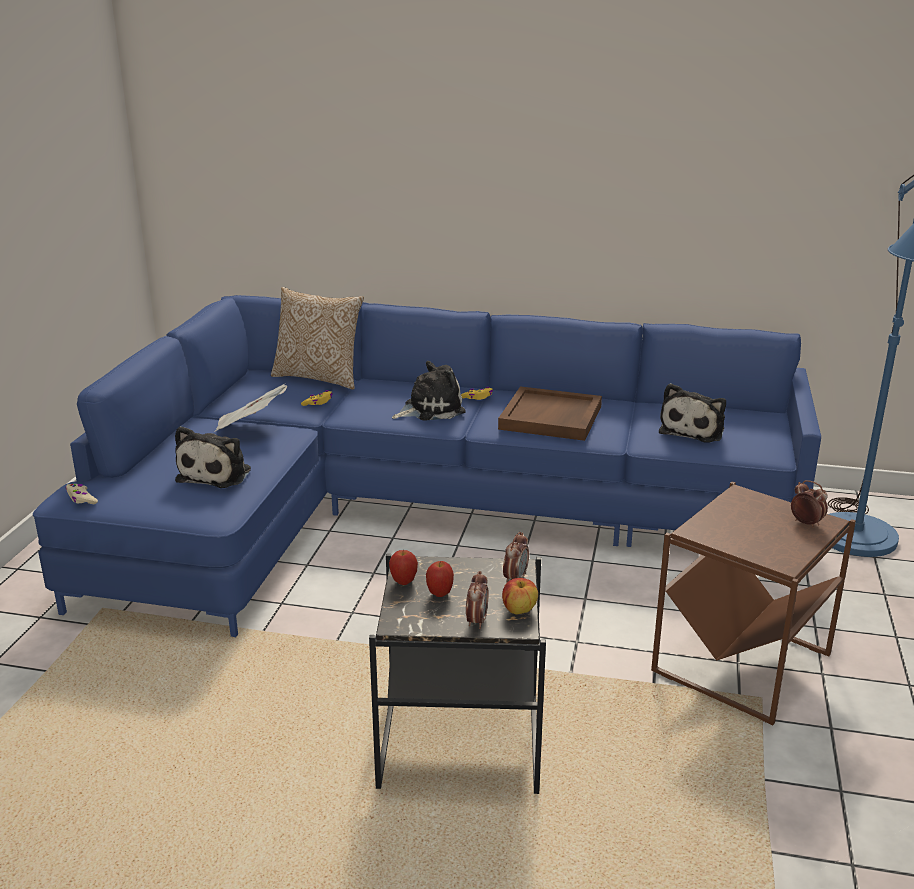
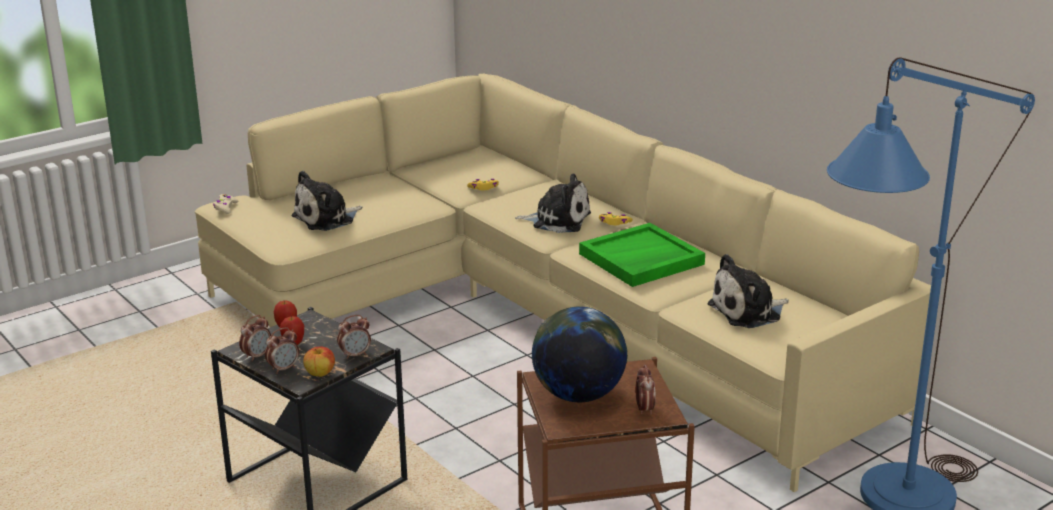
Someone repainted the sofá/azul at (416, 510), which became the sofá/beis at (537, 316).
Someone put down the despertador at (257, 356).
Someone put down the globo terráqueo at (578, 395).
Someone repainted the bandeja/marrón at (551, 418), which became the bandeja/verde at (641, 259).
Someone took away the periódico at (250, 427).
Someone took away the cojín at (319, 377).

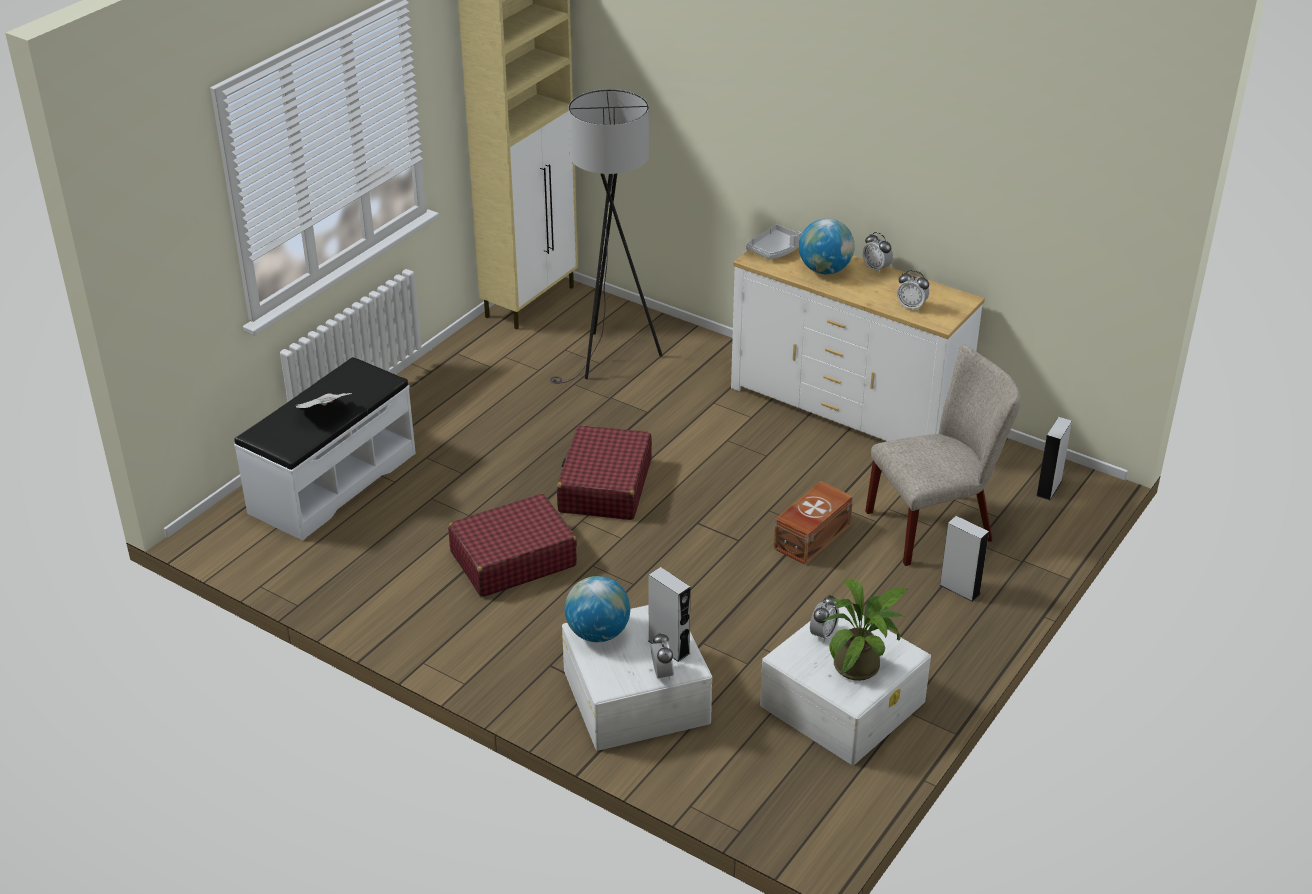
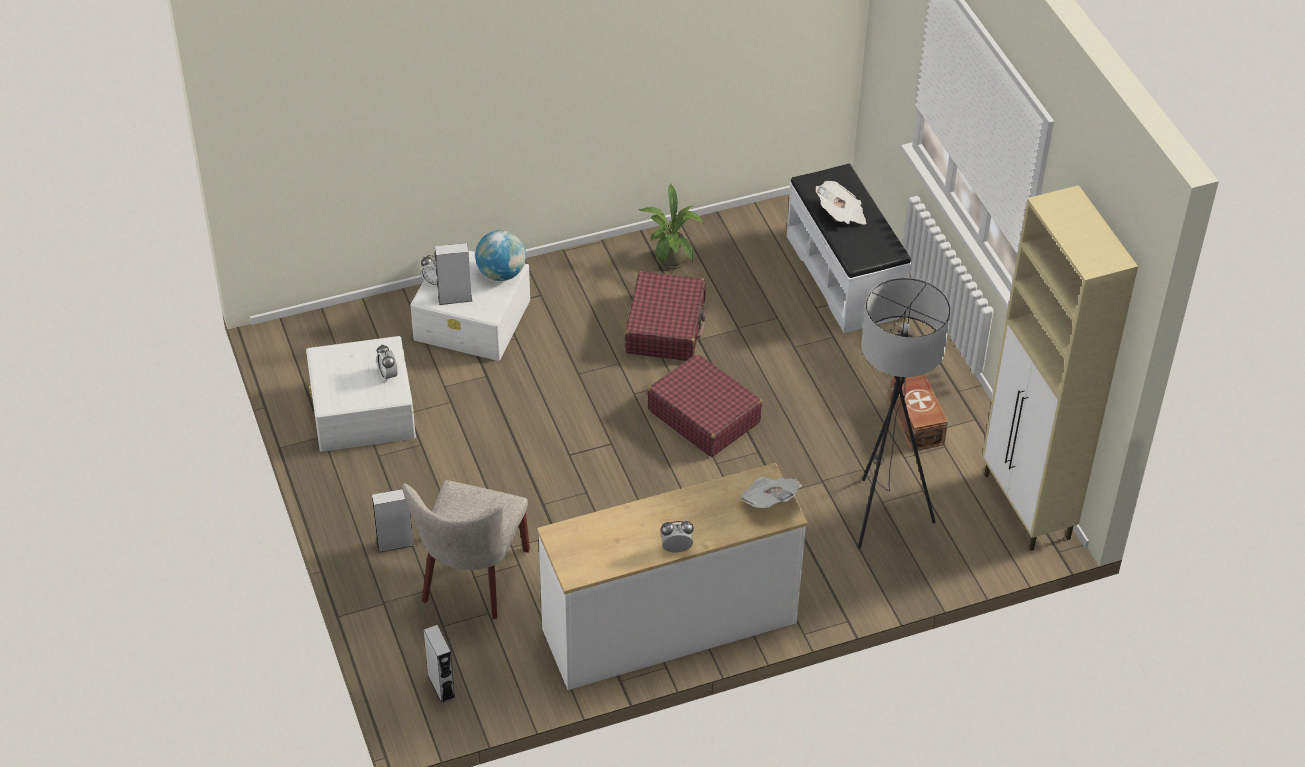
Someone carried the planta en maceta from (862, 665) to (671, 262).
Someone swapped the bandeja/gris at (776, 250) for the periódico at (769, 501).
Someone carried the caja de almacenaje/marrón from (810, 537) to (916, 422).
Someone took away the globo terráqueo at (825, 270).
Someone took away the despertador at (911, 307).

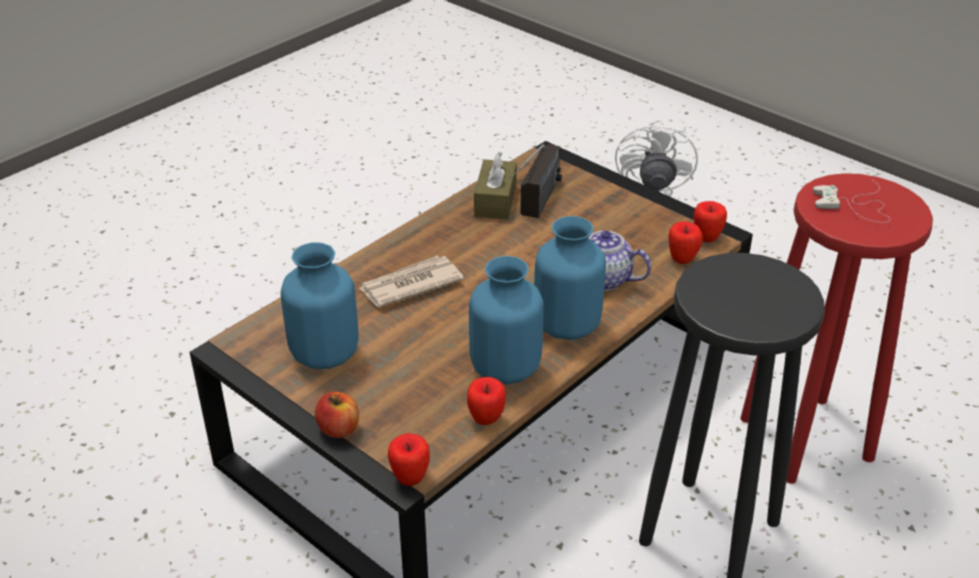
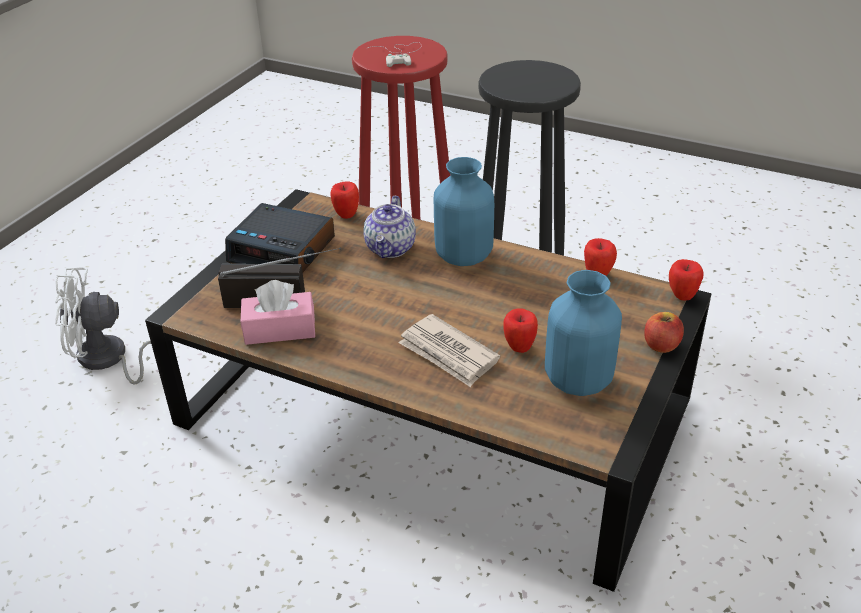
Someone put down the despertador at (283, 250).
Someone repainted the caja de pañuelos/marrón at (495, 200), which became the caja de pañuelos/rosa at (280, 329).
Someone carried the manzana from (707, 238) to (519, 347).
Someone took away the florero/azul at (504, 368).

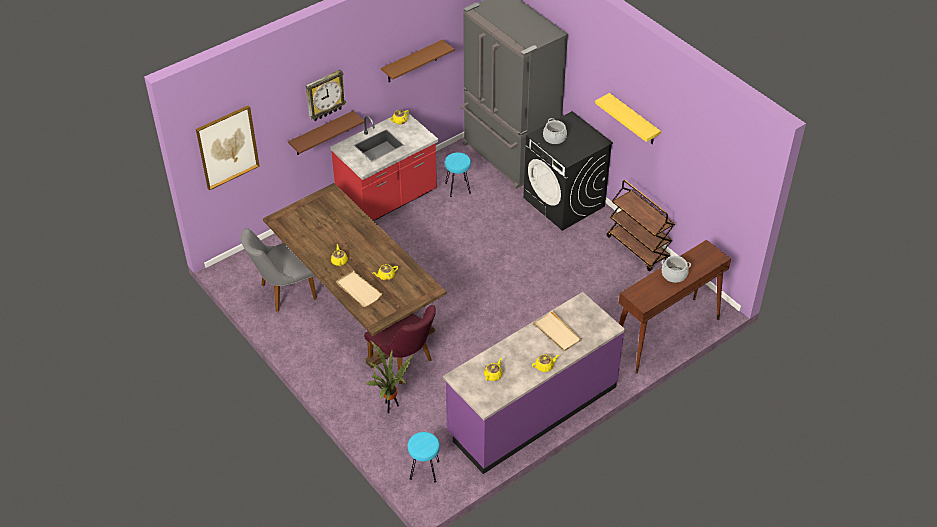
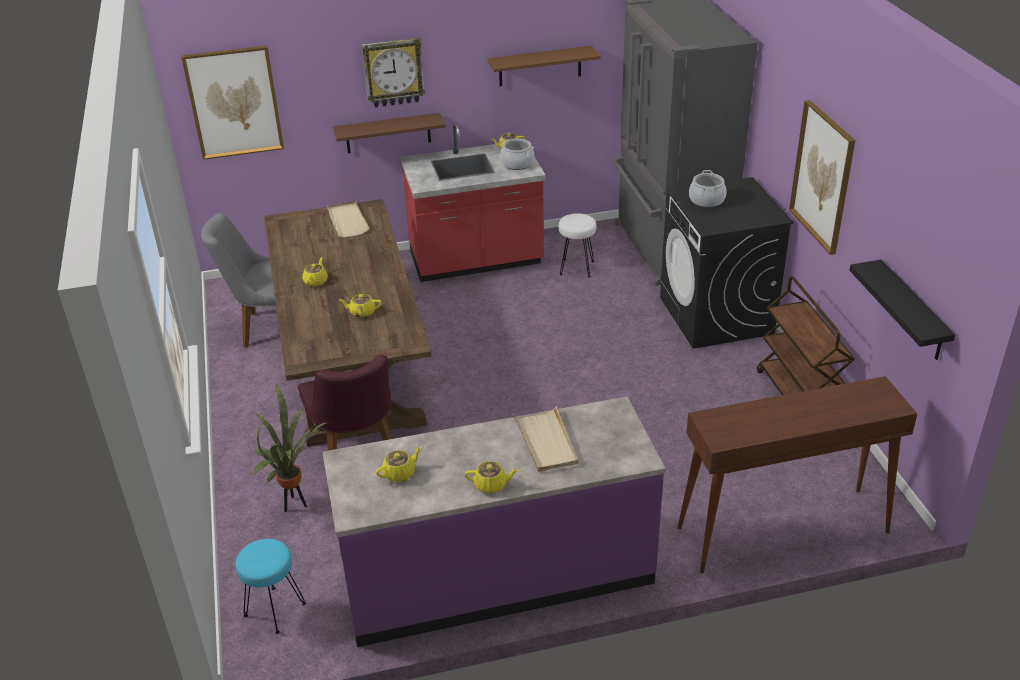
Someone carried the bandeja/beis from (358, 290) to (347, 221).
Someone carried the olla from (674, 275) to (517, 164).
Someone repainted the taburete/turquesa at (458, 187), which became the taburete/blanco at (577, 267).
Someone swapped the estante/amarillo at (633, 120) for the cuadro at (822, 177).
Someone put up the estante/negro at (912, 312).

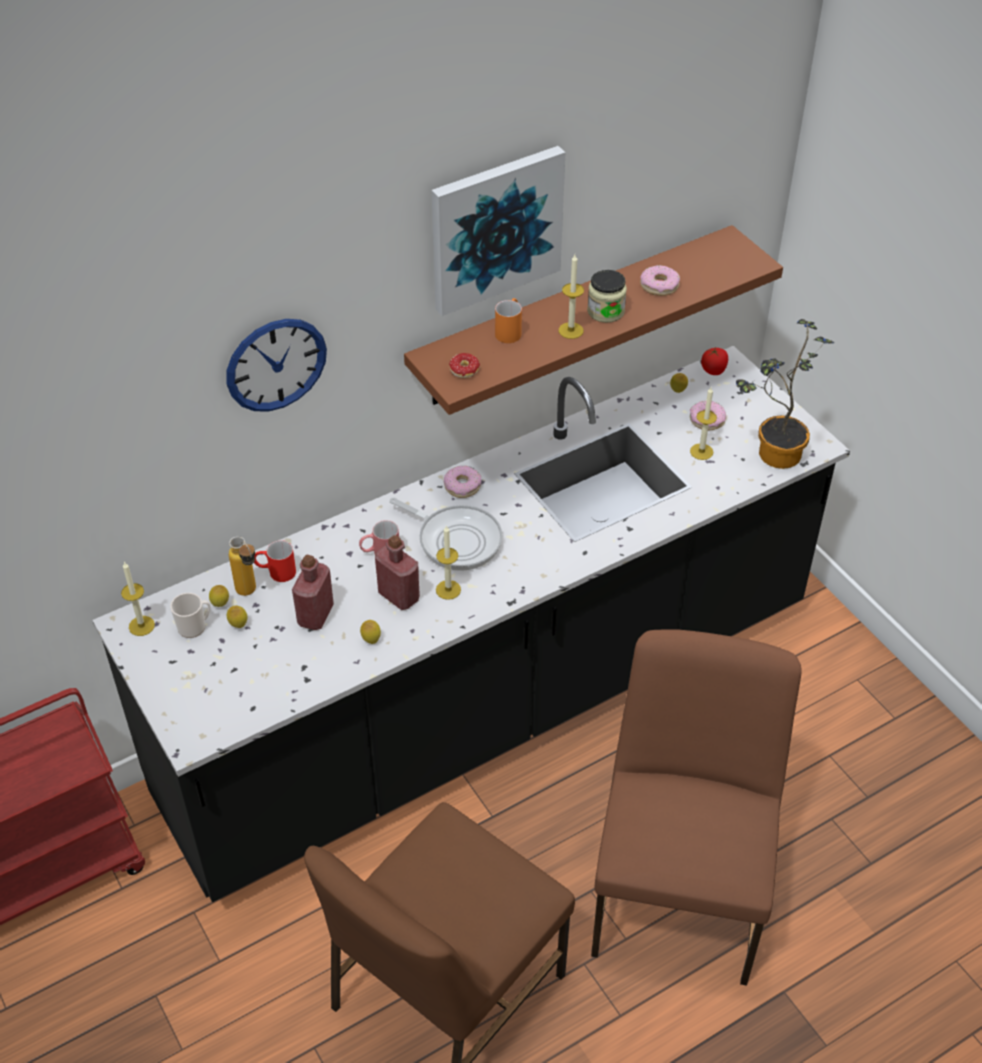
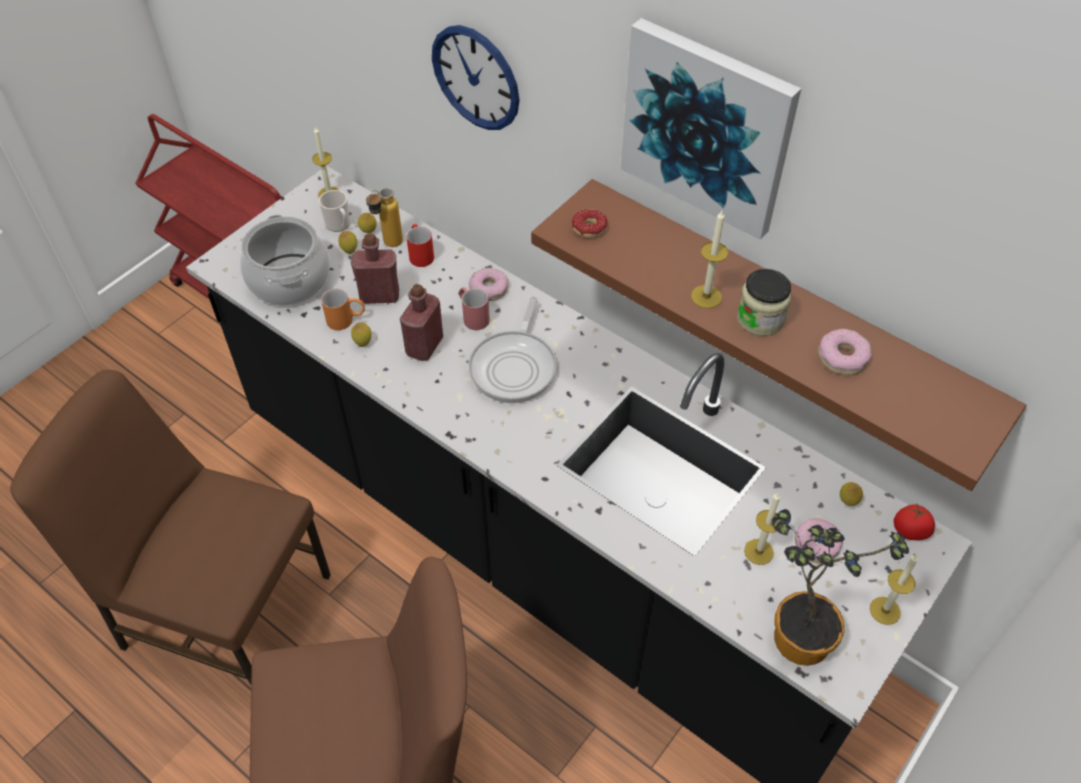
Someone put down the olla at (289, 280).
Someone carried the taza grande/naranja from (509, 330) to (346, 320).
Someone carried the rosquilla from (462, 486) to (489, 289).
Someone carried the vela from (448, 589) to (885, 610).

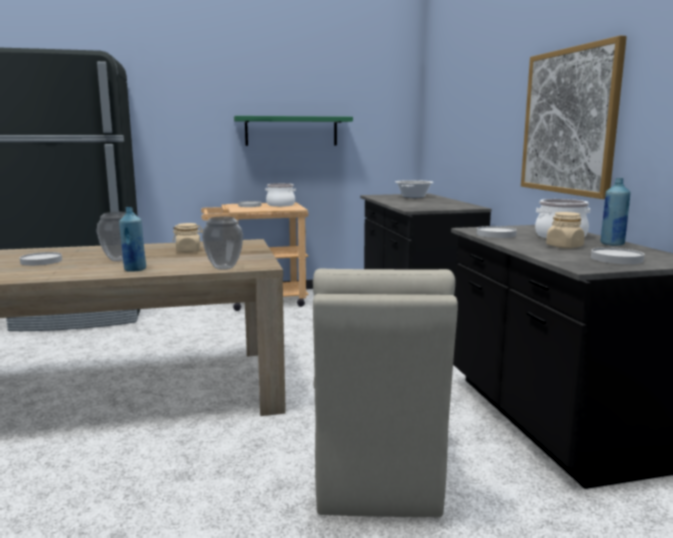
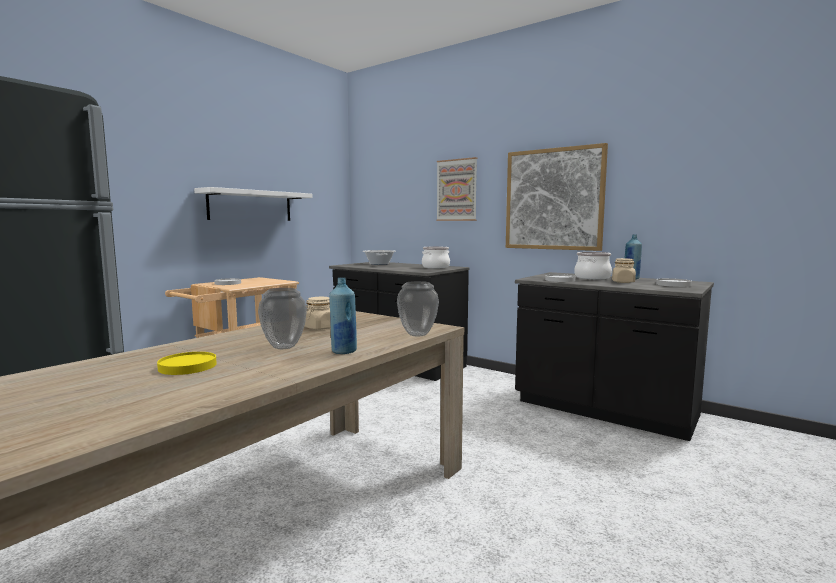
Someone repainted the plato/blanco at (41, 261), which became the plato/amarillo at (188, 366).
Someone repainted the estante/verde at (291, 131), which became the estante/blanco at (250, 206).
Someone carried the olla from (280, 205) to (435, 267).
Someone put up the cuadro at (457, 190).
Someone took away the silla/beis at (376, 474).

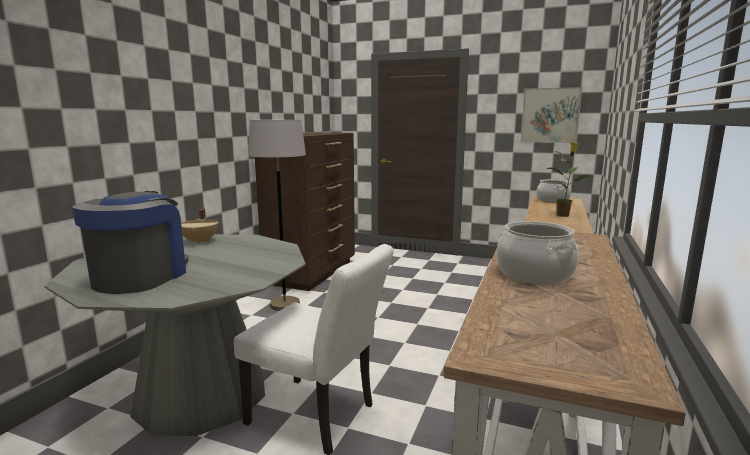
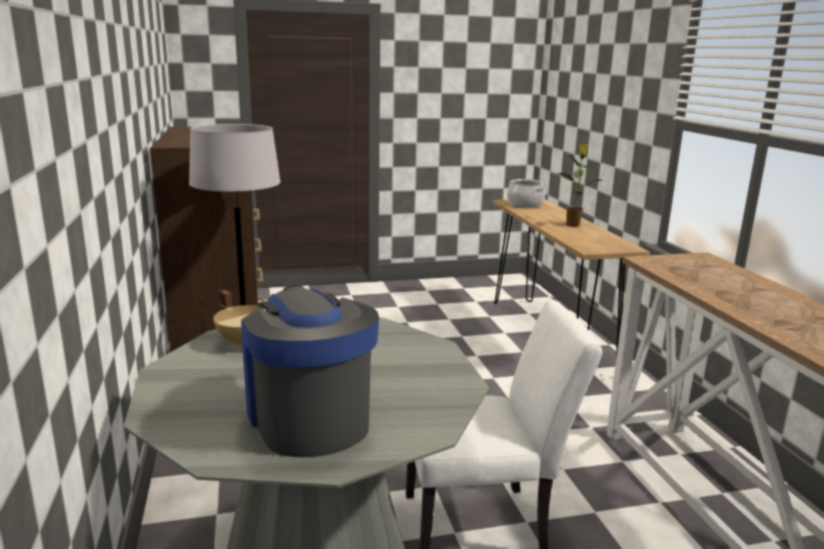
Someone took away the olla at (534, 274).
Someone took away the cuadro at (550, 115).

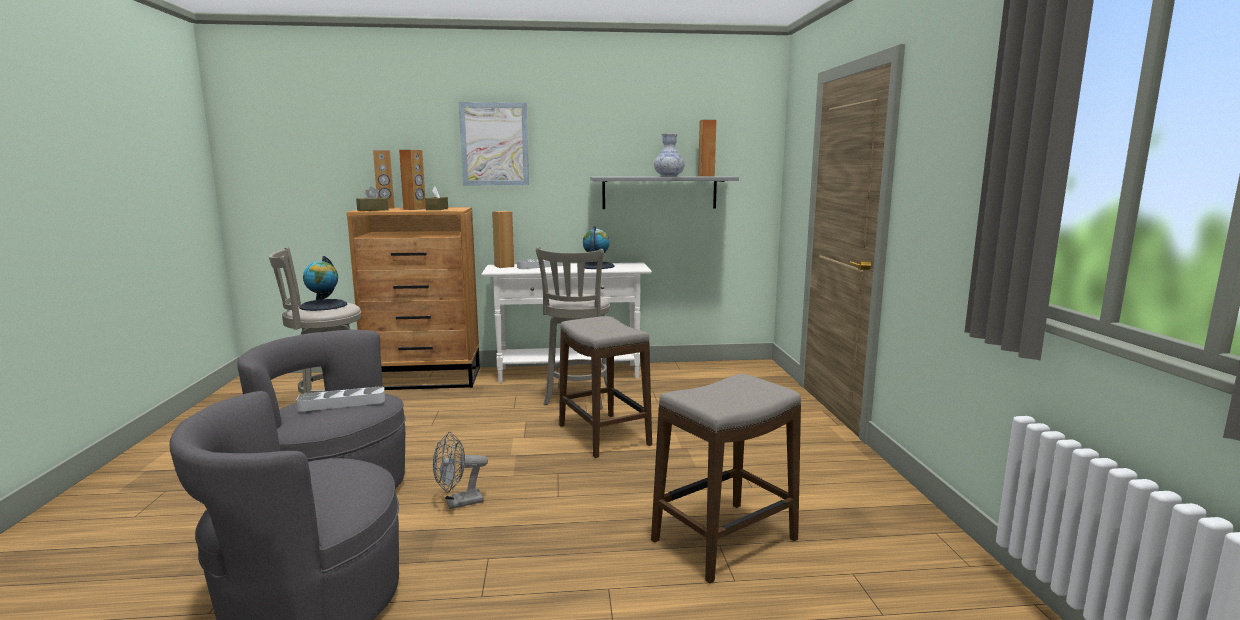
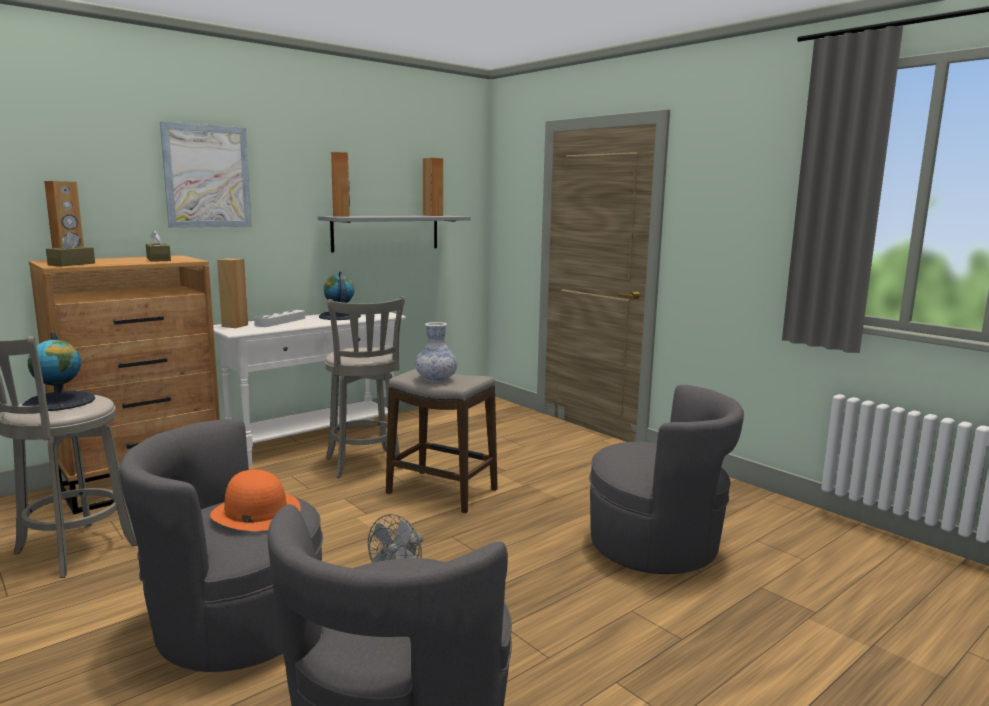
Someone swapped the bandeja/gris at (342, 403) for the sombrero/naranja at (255, 512).
Someone carried the altavoz/marrón from (415, 209) to (341, 216).
Someone carried the florero from (669, 176) to (436, 379).
Someone swapped the taburete at (725, 541) for the sillón/gris at (656, 546).

